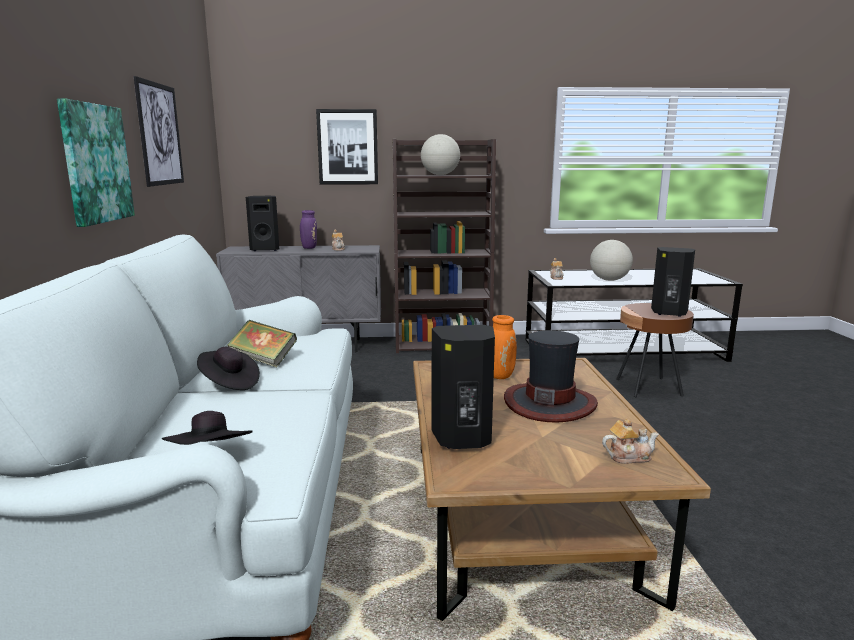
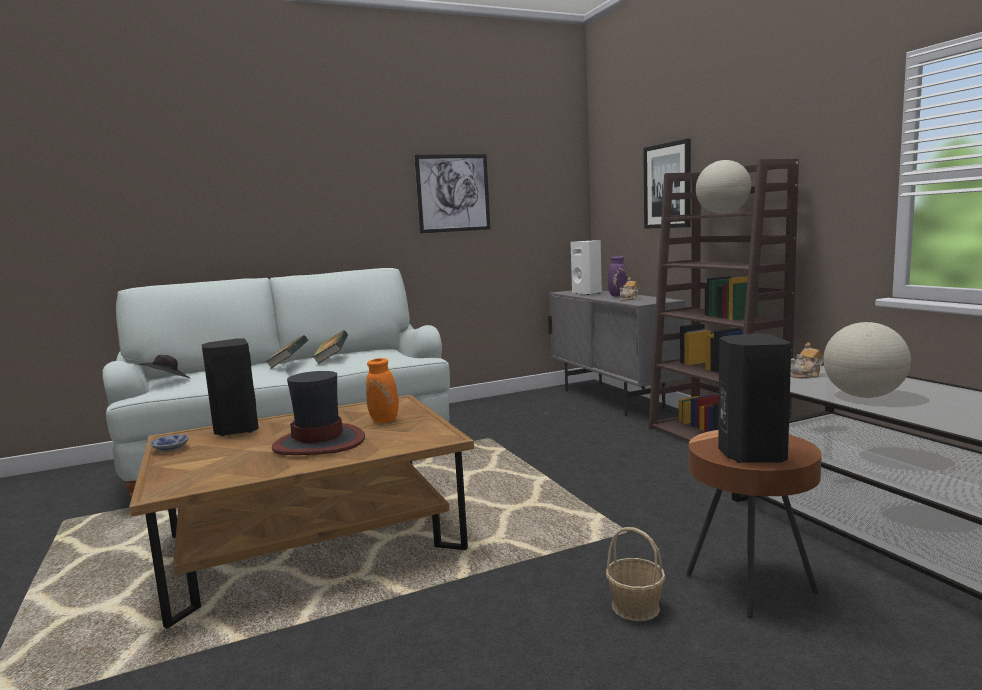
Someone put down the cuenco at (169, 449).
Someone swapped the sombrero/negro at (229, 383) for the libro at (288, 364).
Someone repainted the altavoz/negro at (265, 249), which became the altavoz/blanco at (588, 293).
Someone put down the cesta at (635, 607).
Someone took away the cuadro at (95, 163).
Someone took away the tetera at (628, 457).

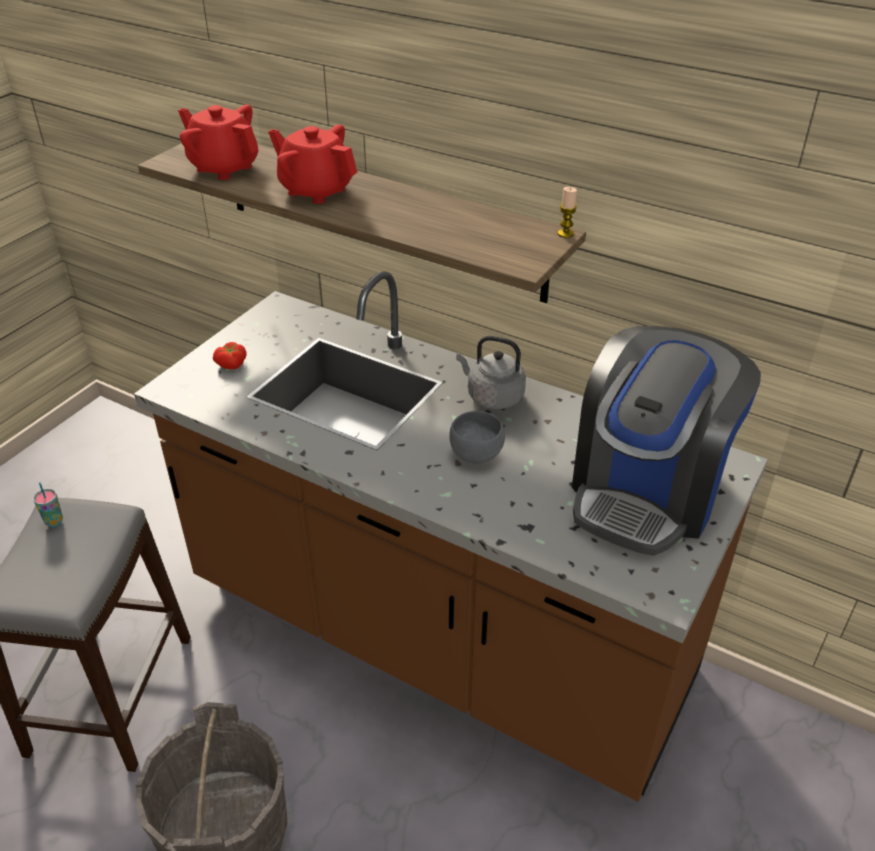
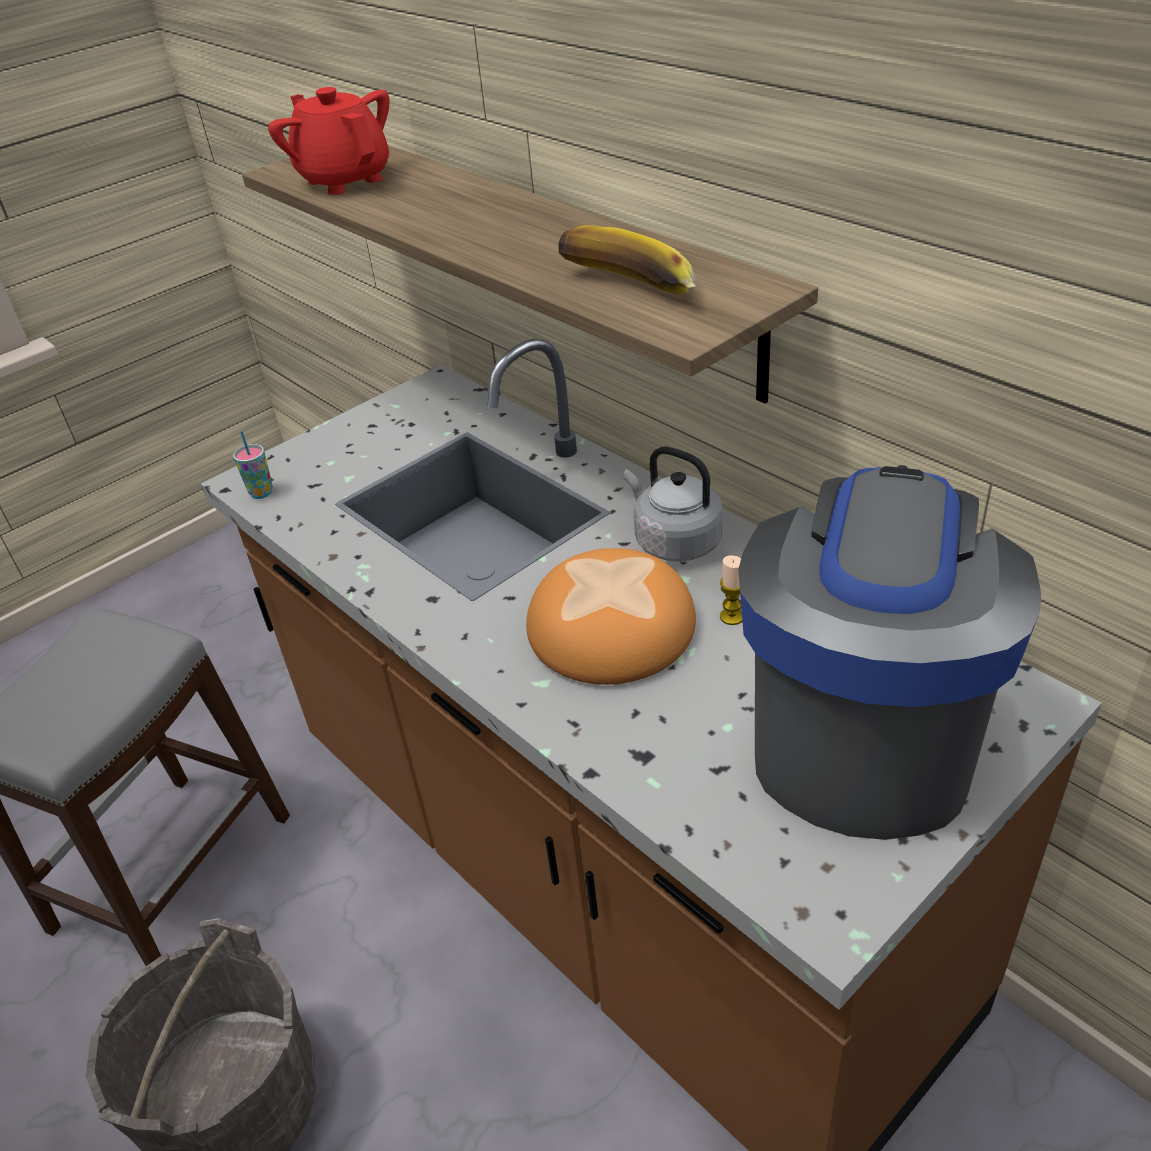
Someone carried the taza from (54, 521) to (261, 493).
Someone swapped the cuenco/gris at (474, 453) for the pan at (610, 625).
Someone put down the plátano at (626, 290).
Someone carried the vela from (565, 234) to (732, 616).
Someone rotated the cafetera at (647, 491) by 150 degrees clockwise.
Someone took away the tomate at (232, 365).
Someone took away the tetera/rojo at (316, 190).

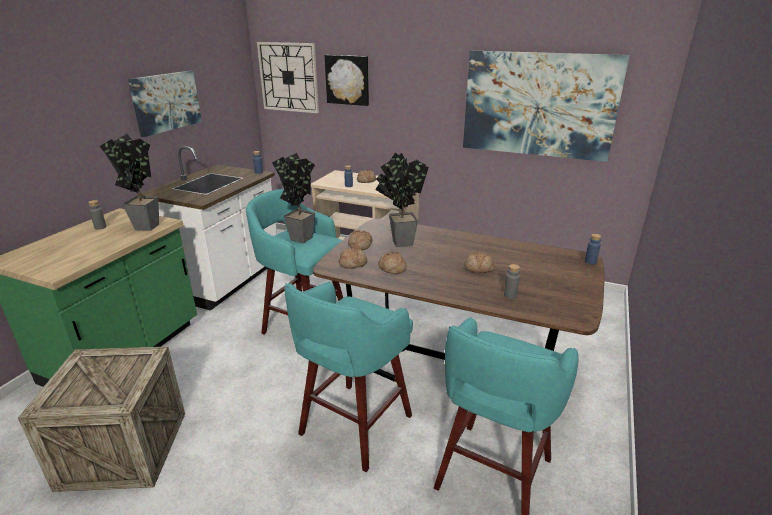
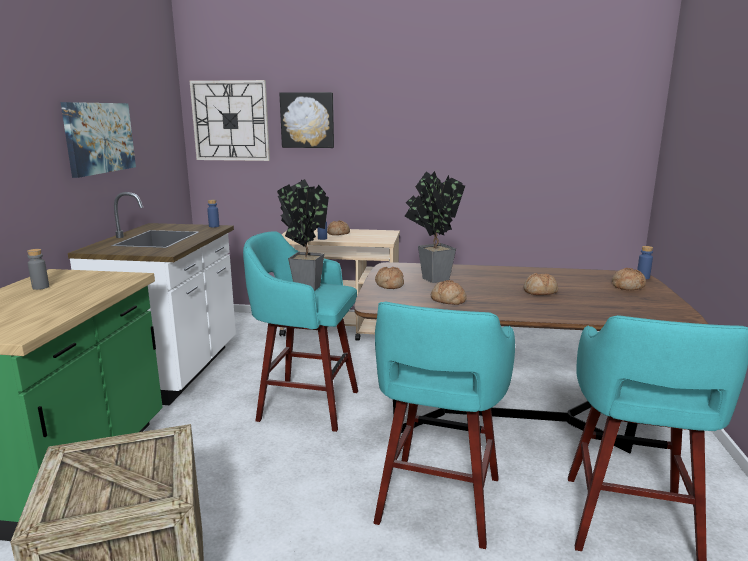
Someone carried the pan from (353, 263) to (627, 286).
Someone took away the planta en maceta at (144, 226).
Someone took away the cuadro at (538, 105).
Someone took away the botella/gris at (510, 295).

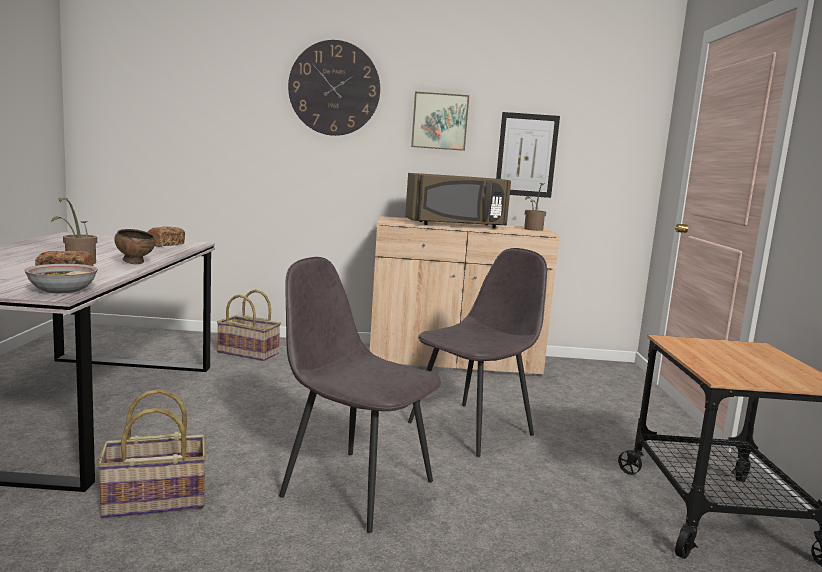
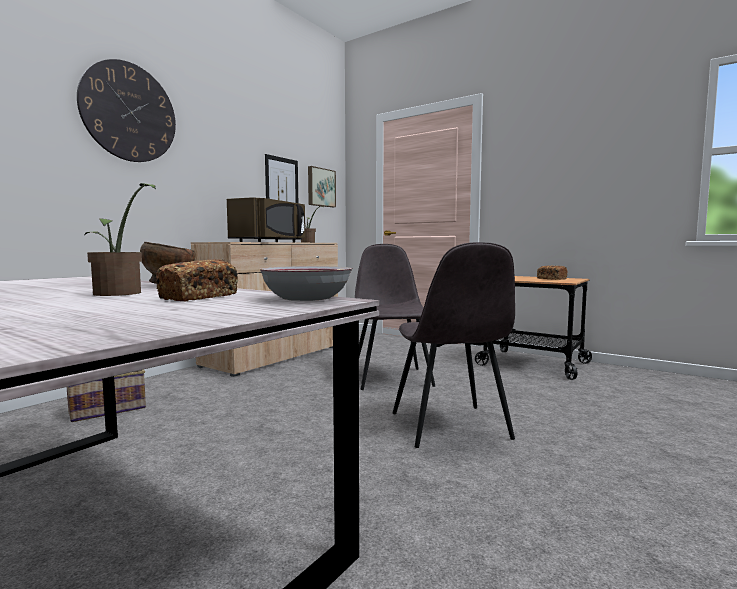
Someone carried the cuadro from (439, 121) to (320, 187).
Someone rotated the silla/gris at (355, 487) by 75 degrees counterclockwise.
Someone carried the pan from (166, 244) to (551, 279).
Someone took away the cesta at (154, 501).

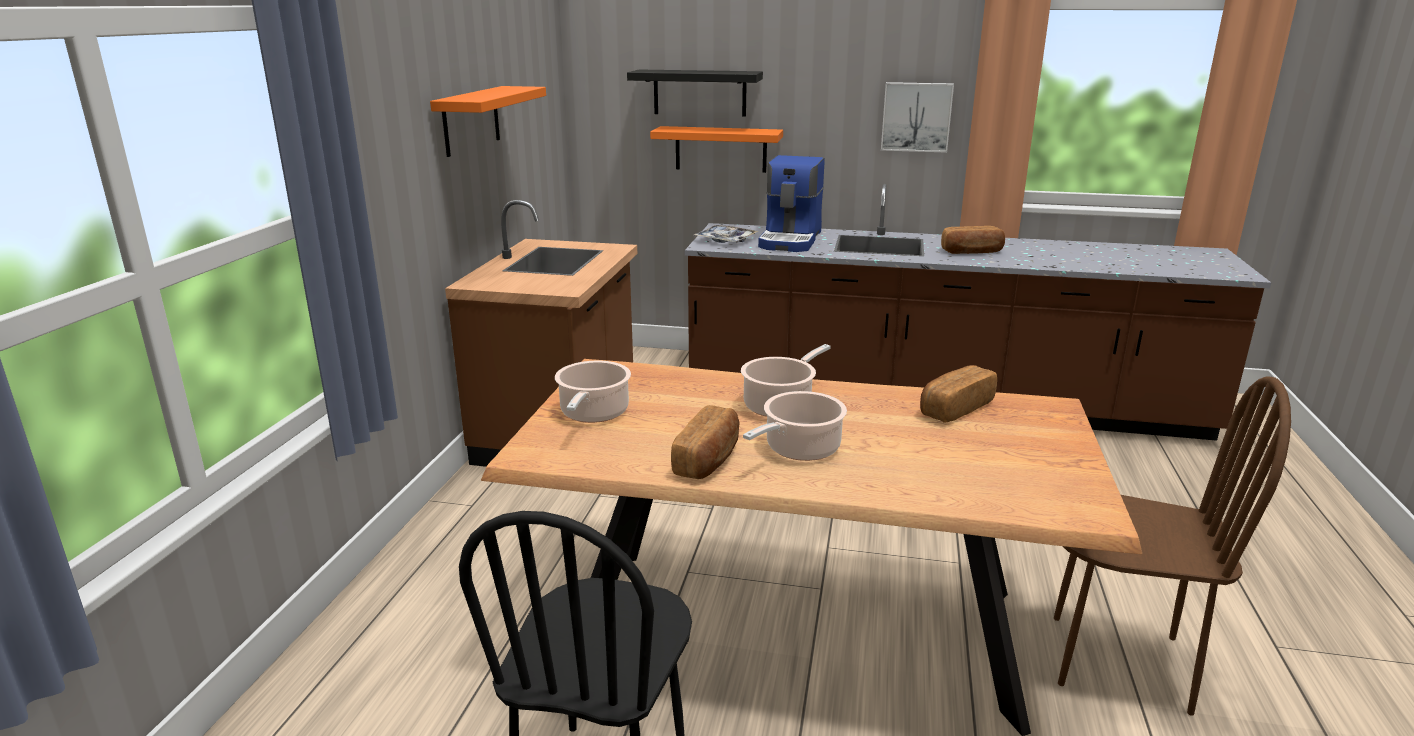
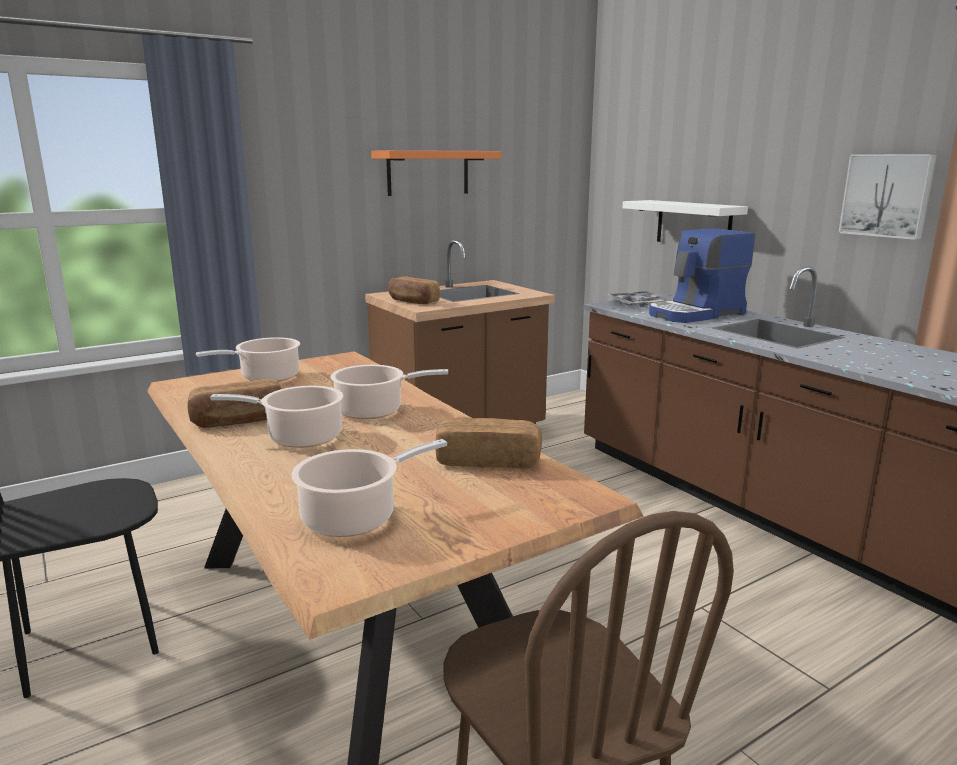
Someone put down the olla at (355, 517).
Someone carried the pan from (972, 252) to (412, 301).
Someone repainted the estante/naranja at (721, 149), which became the estante/blanco at (693, 224).
Someone took away the estante/negro at (699, 93).

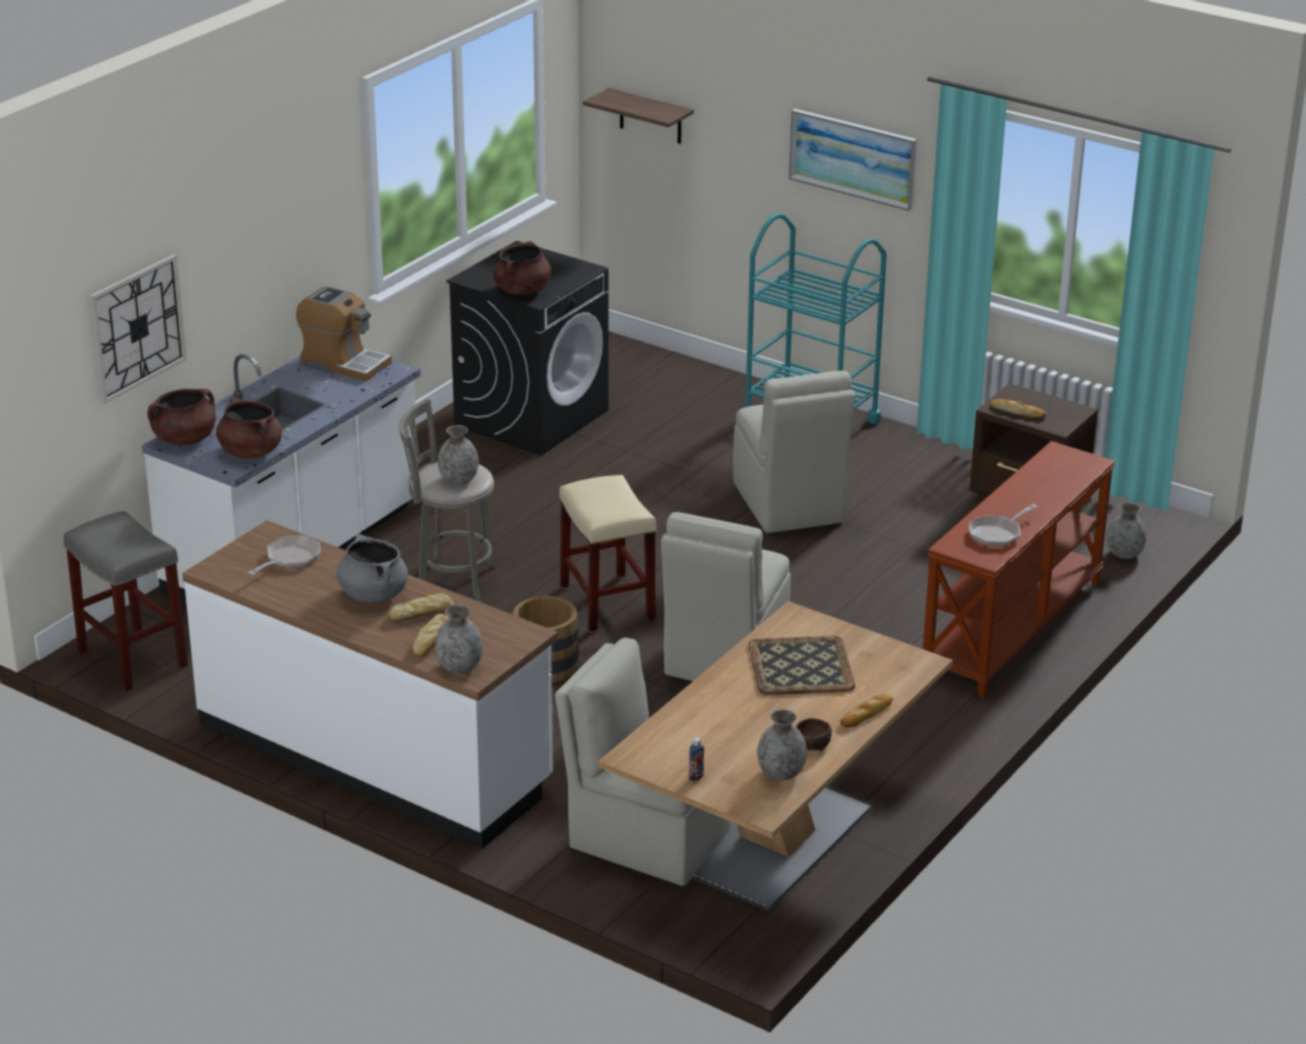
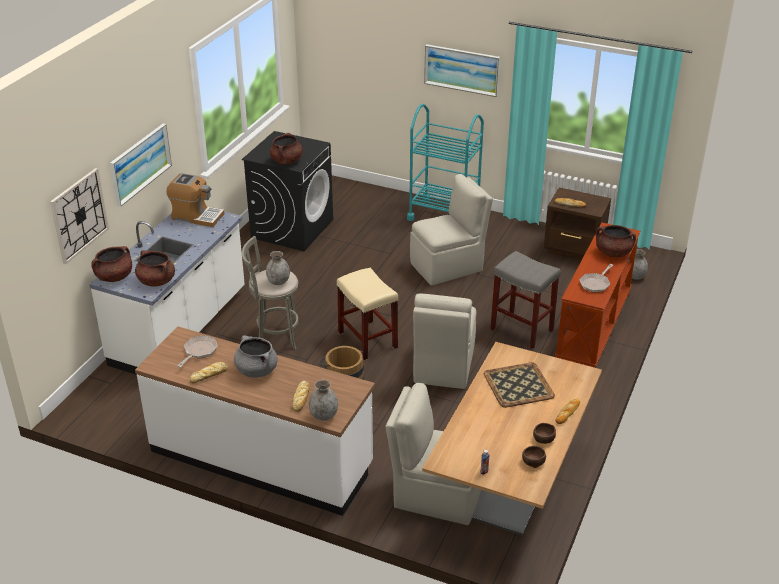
Someone put up the cuadro at (140, 163).
Someone carried the pan from (422, 613) to (209, 375).
Someone rotated the silla/beis at (788, 504) by 90 degrees counterclockwise.
Someone carried the taburete/gris from (131, 658) to (520, 329).
Someone swapped the florero/gris at (780, 773) for the cuenco/marrón at (532, 461).
Someone put down the olla/marrón at (613, 253).
Someone took away the estante at (650, 117).

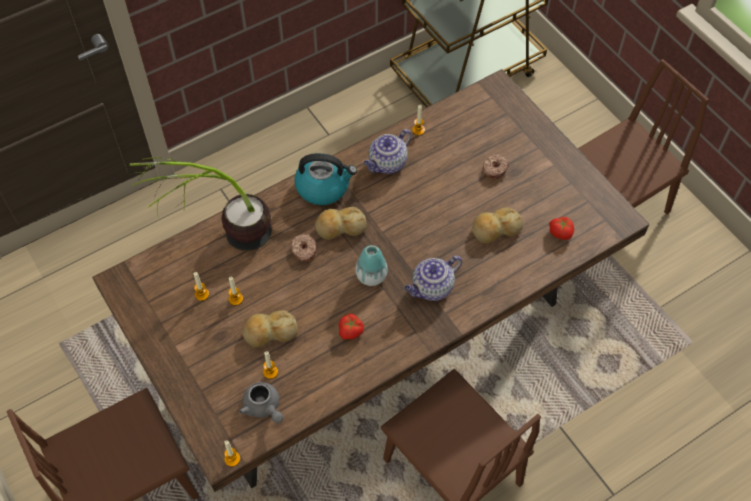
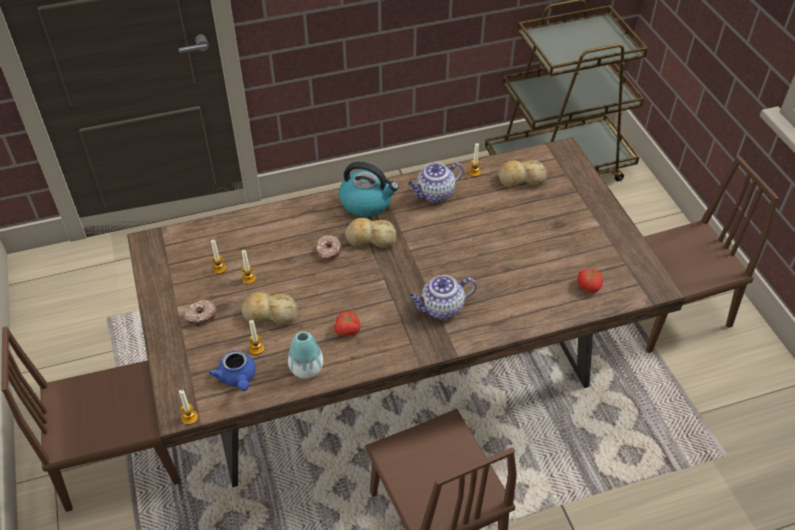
Someone carried the rosquilla from (494, 169) to (200, 315).
Someone repainted the tetera/gris at (264, 407), which became the tetera/azul at (238, 378).
Someone carried the florero from (371, 276) to (306, 368).
Someone carried the pan from (495, 229) to (521, 179).
Someone took away the planta en maceta at (221, 240).

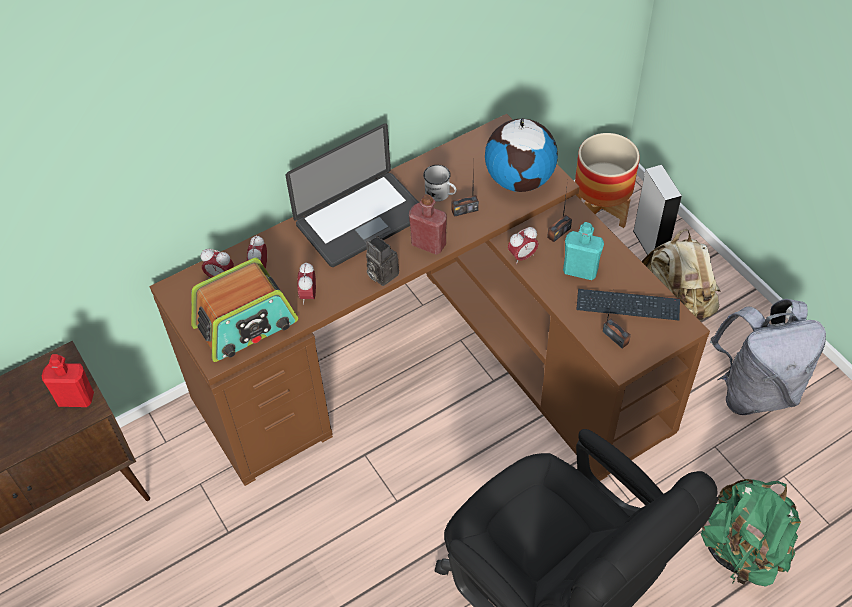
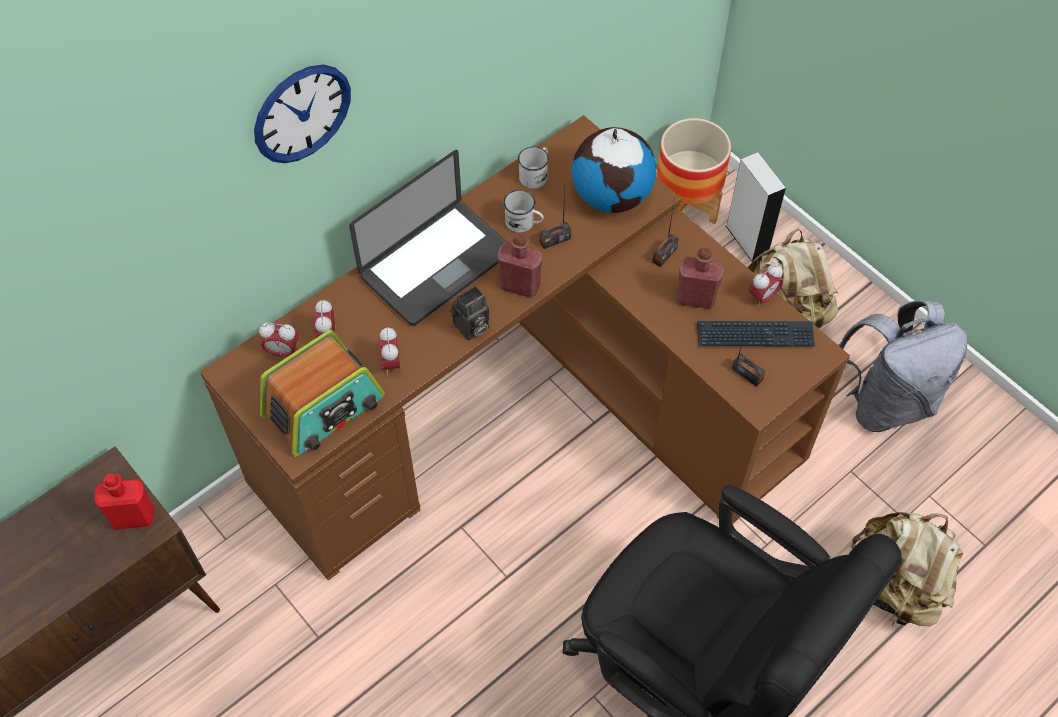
Someone put up the reloj de pared at (302, 113).
Someone rotated the cámara at (381, 274) by 75 degrees counterclockwise.
Someone put down the taza grande/blanco at (535, 174).
Someone repainted the botella/turquesa at (580, 270), which became the botella/rojo at (695, 298).
Someone carried the despertador from (522, 256) to (763, 297).
Someone repainted the mochila/verde at (742, 550), which became the mochila/beis at (895, 585).

